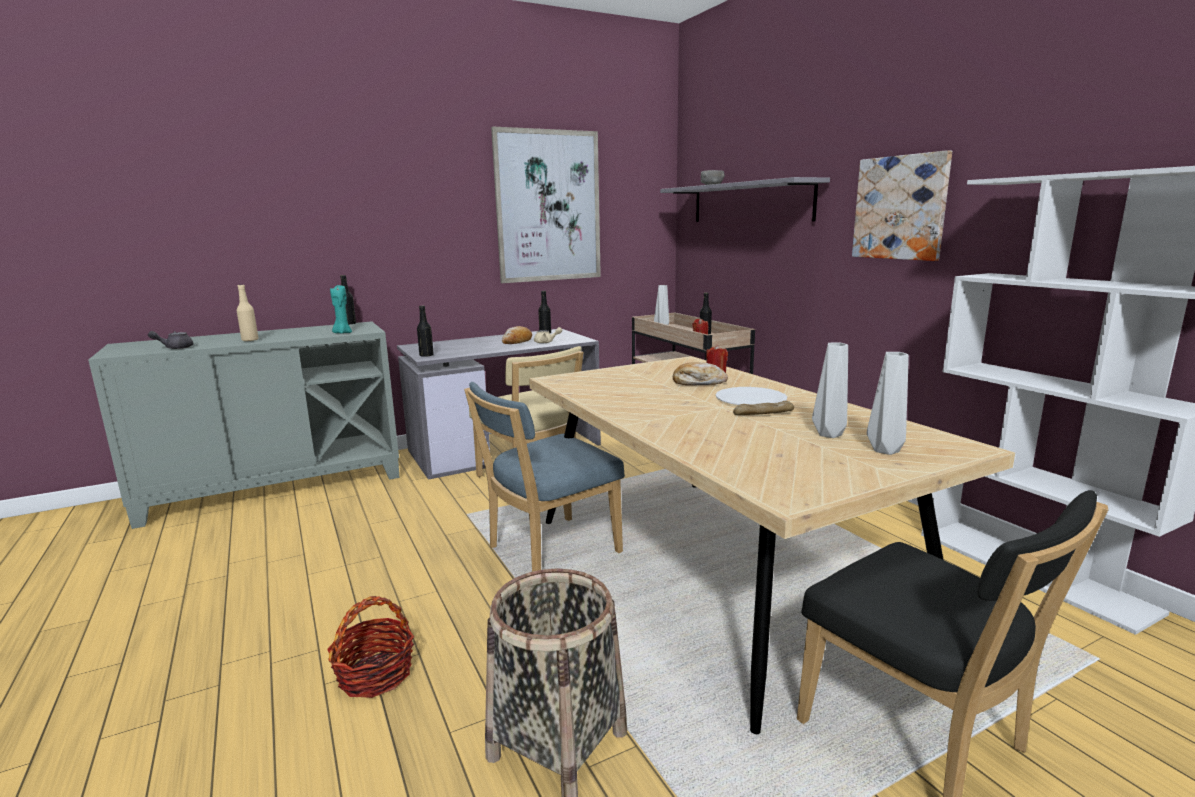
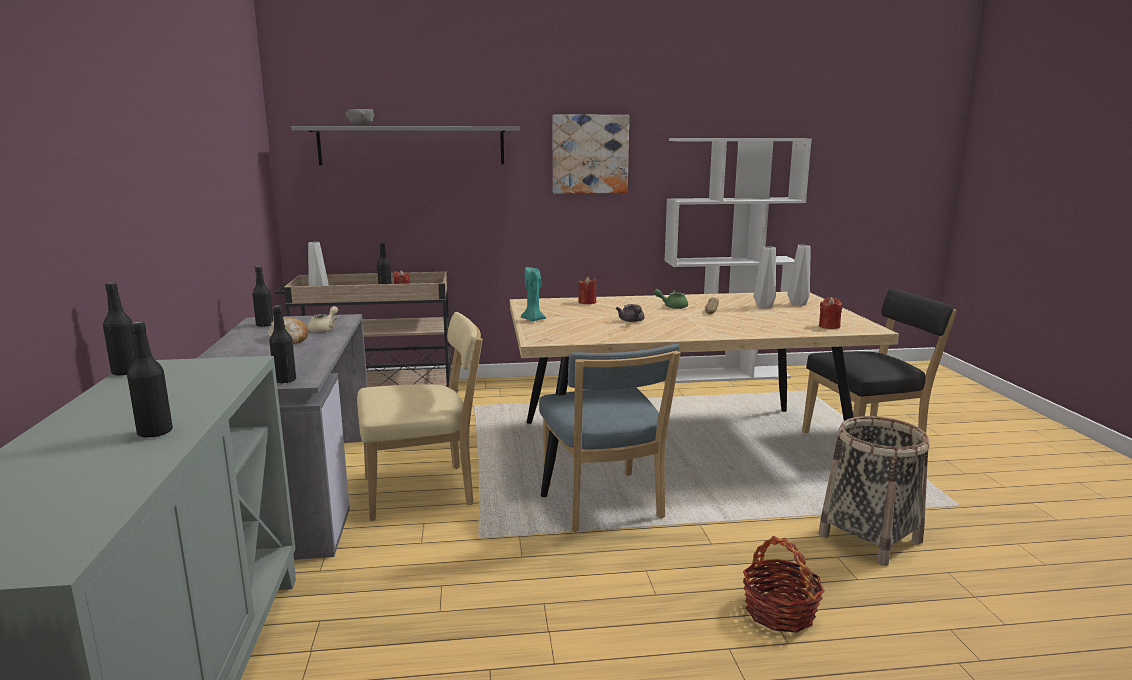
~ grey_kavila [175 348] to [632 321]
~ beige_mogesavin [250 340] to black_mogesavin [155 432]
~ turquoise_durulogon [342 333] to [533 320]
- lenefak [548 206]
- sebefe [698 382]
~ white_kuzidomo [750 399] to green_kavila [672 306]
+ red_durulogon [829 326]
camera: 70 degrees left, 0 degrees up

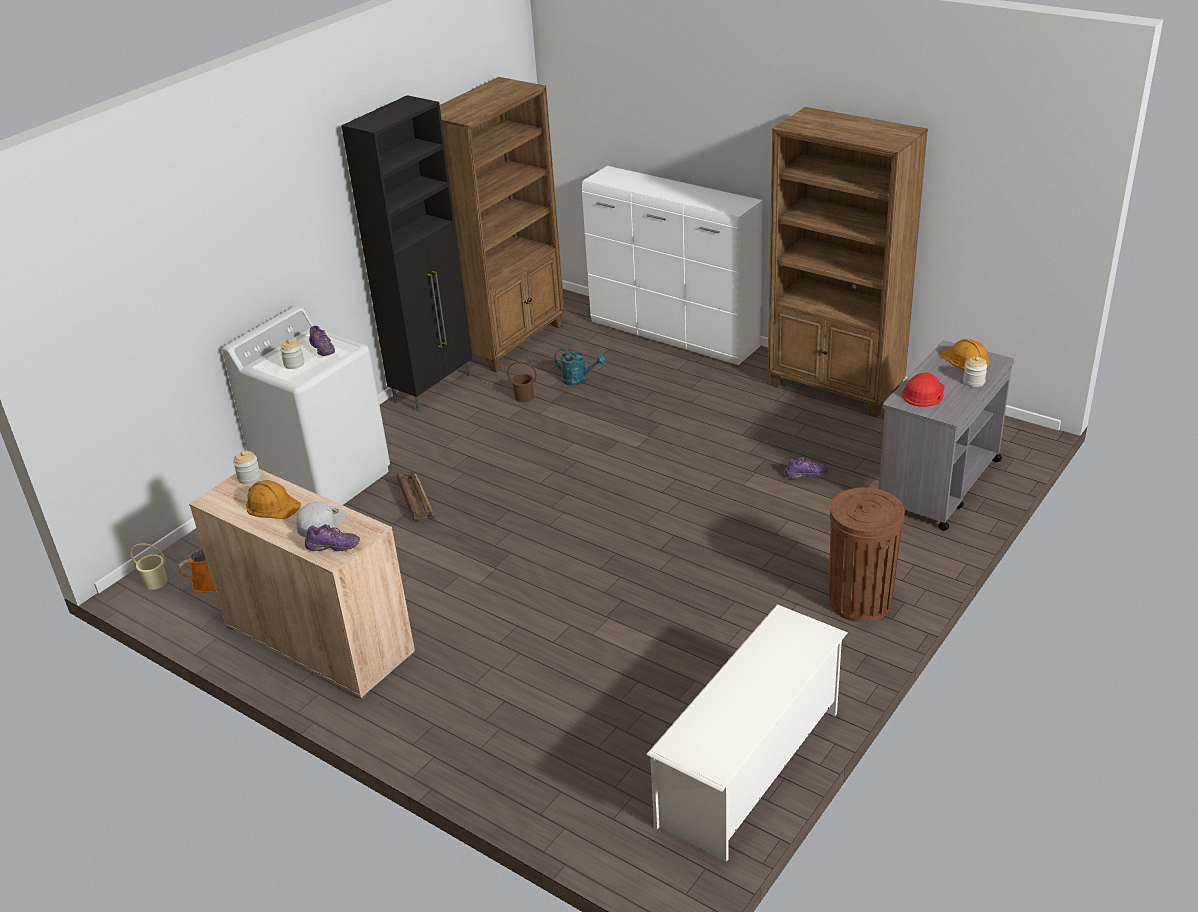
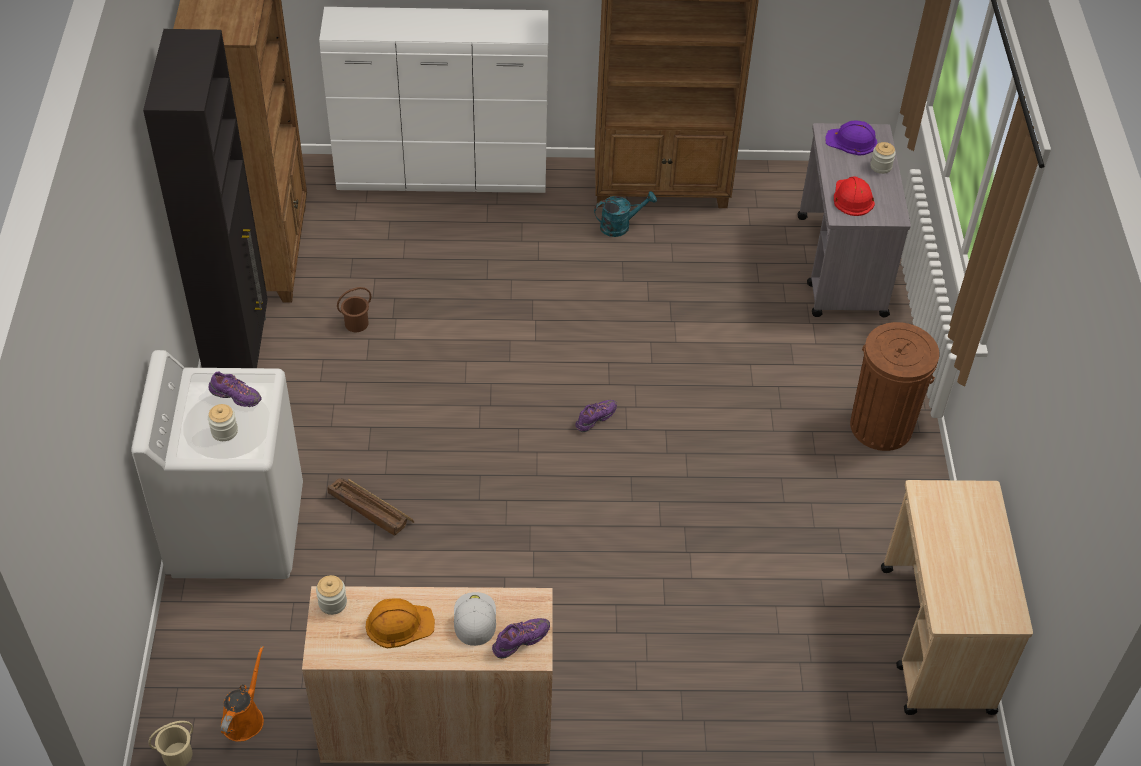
~ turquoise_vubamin [579 380] to [620 226]
~ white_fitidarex [750 768] to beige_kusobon [936 640]
~ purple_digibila [806 474] to [595 419]
~ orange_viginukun [965 359] to purple_viginukun [851 141]
camera: 40 degrees left, 15 degrees up

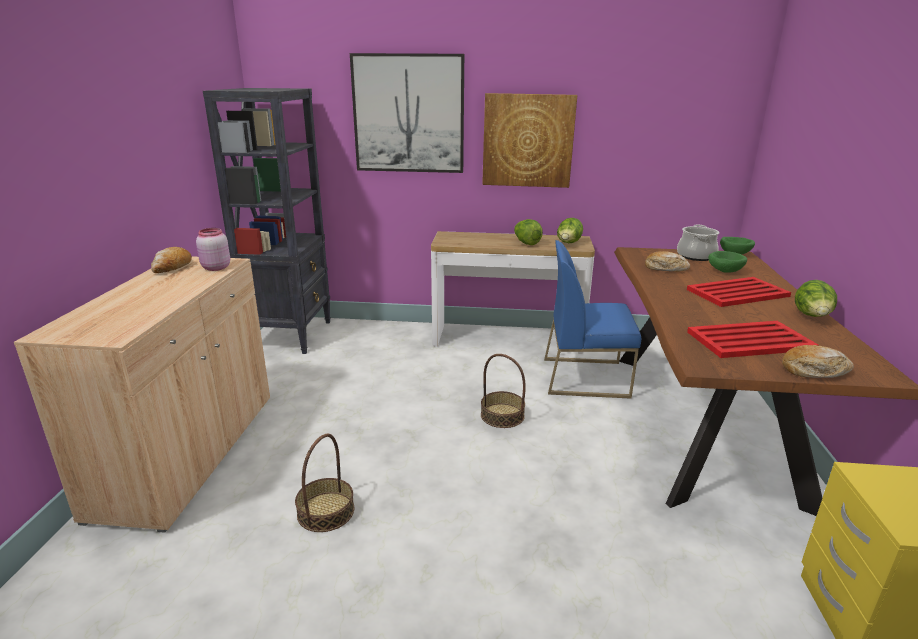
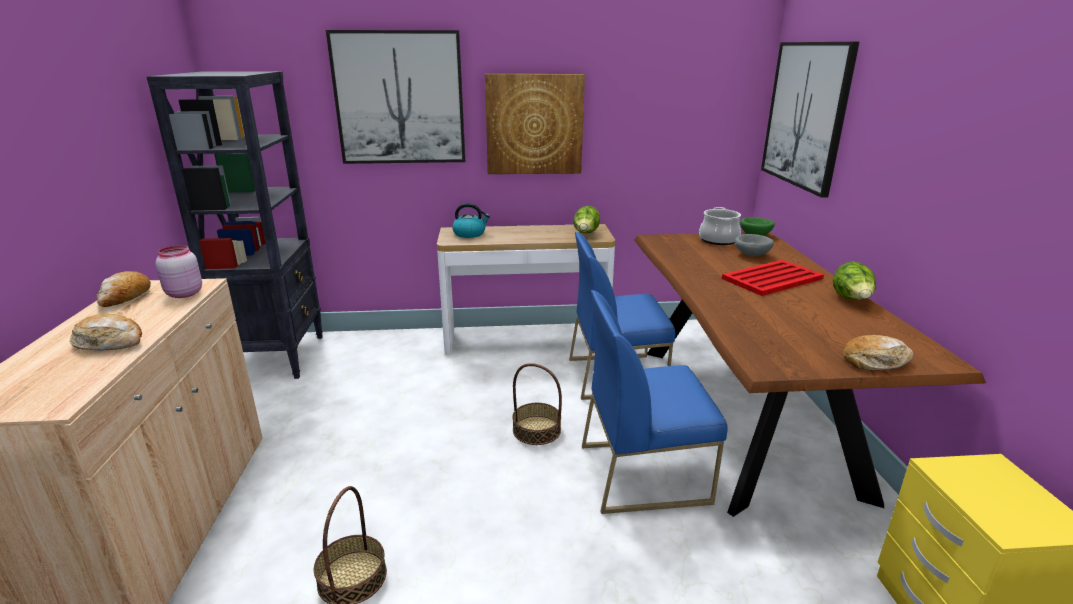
- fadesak [526 243]
~ sebefe [665 268] to [110 343]
- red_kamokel [751 340]
~ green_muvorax [724 271] to grey_muvorax [751 255]
+ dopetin [470 234]
+ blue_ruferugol [644 472]
+ lenefak [806 115]
camera: 10 degrees left, 0 degrees up

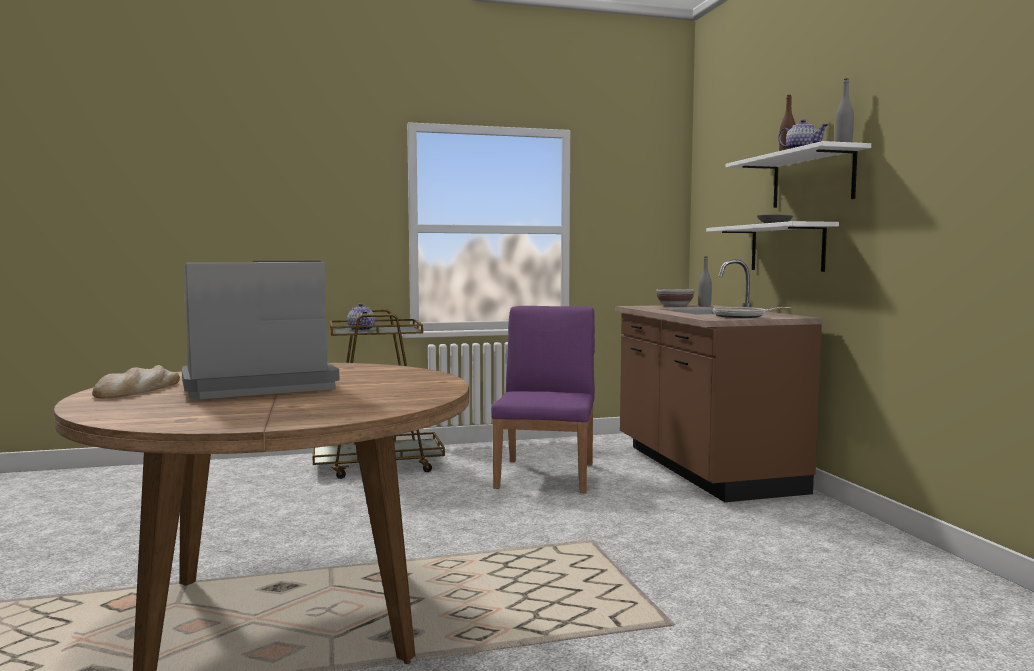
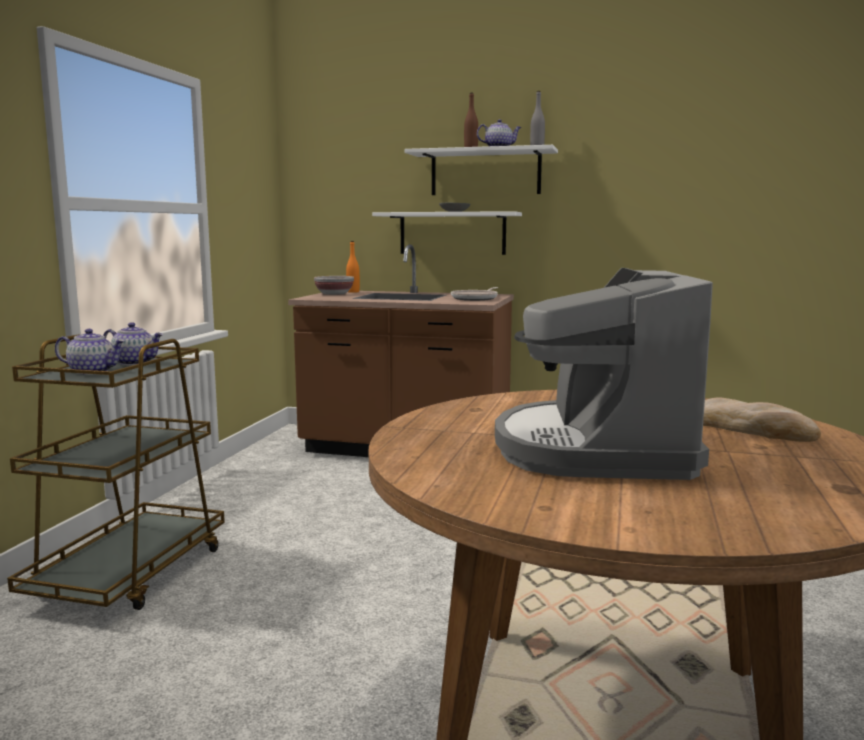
~ sebefe [138 390] to [751 429]
- purple_ruferugol [546 475]
~ grey_mogesavin [704 306] to orange_mogesavin [353 292]
+ kavila [135 363]
camera: 60 degrees left, 5 degrees up

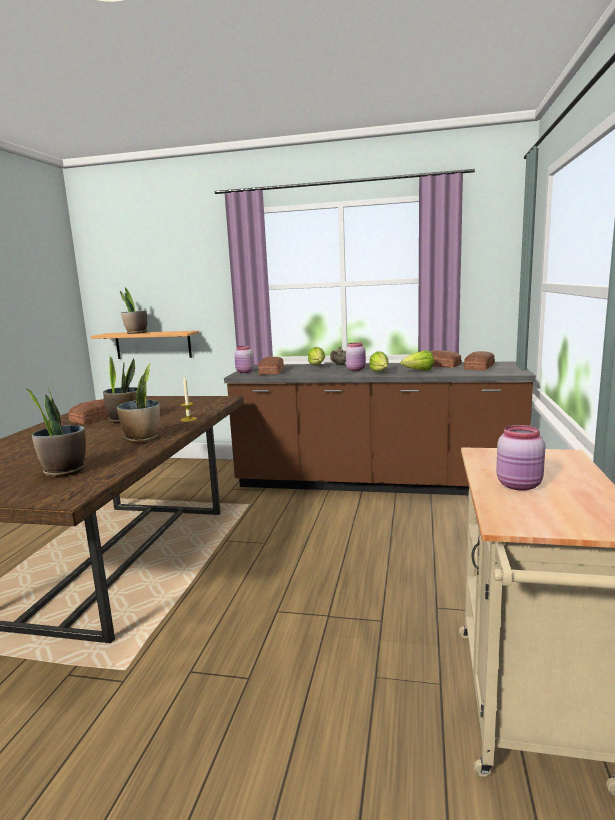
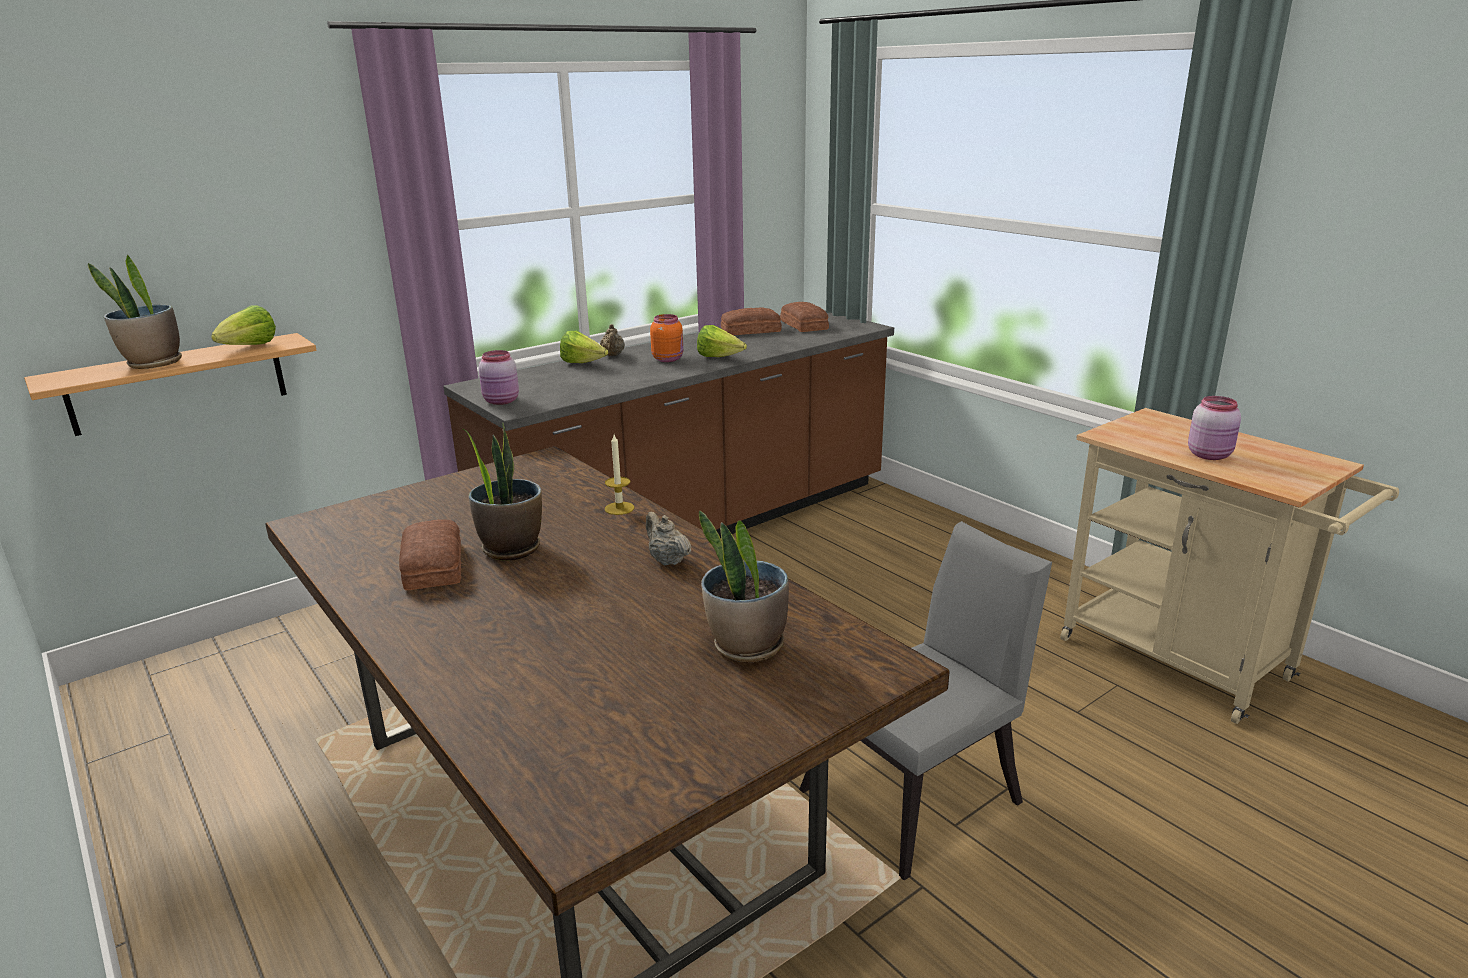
~ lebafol [142 438] to beige_kavila [667 560]
- sebefe [270 371]
~ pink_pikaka [356 369] to orange_pikaka [668 359]
~ fadesak [418 371] to [249 347]
+ grey_ruferugol [922 792]
camera: 50 degrees left, 10 degrees up

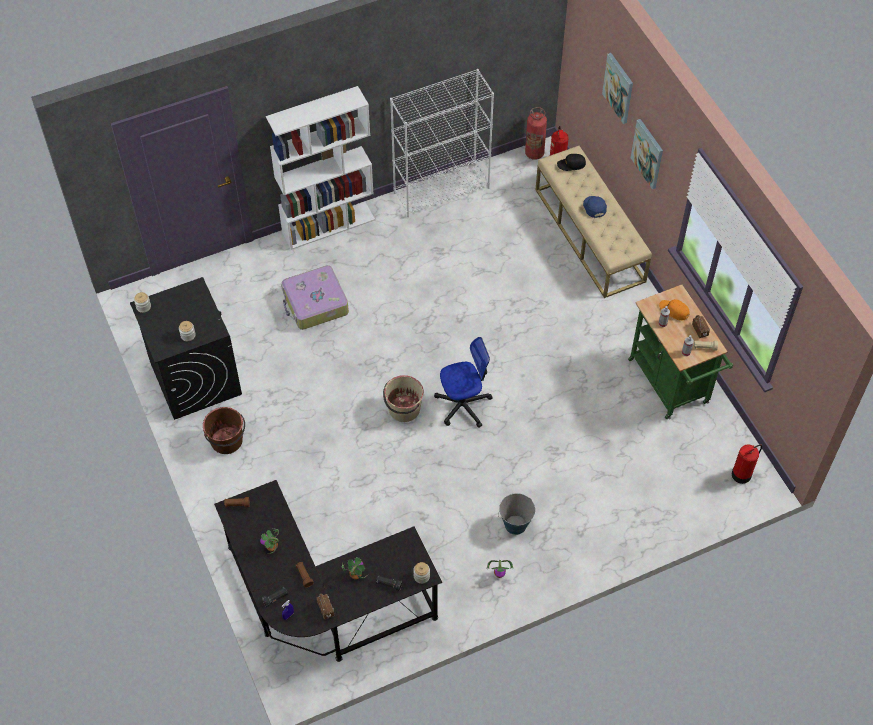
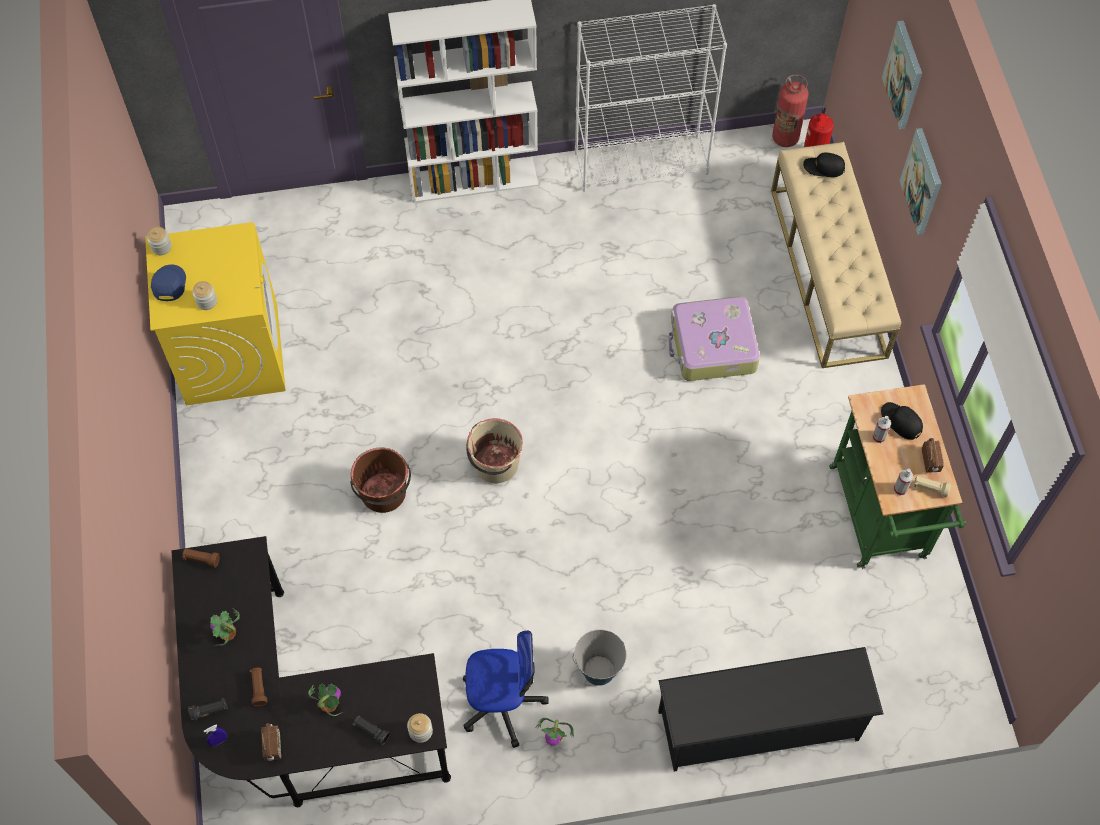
~ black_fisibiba [195 377] to yellow_fisibiba [231 352]
~ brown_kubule [227 441] to [384 493]
~ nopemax [315 304] to [712 347]
~ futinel [463 405] to [502 703]
~ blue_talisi [594 207] to [169 284]
~ orange_talisi [674 311] to black_talisi [901 422]
- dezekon [741 475]
+ black_fitidarex [759 725]
camera: 15 degrees right, 5 degrees up

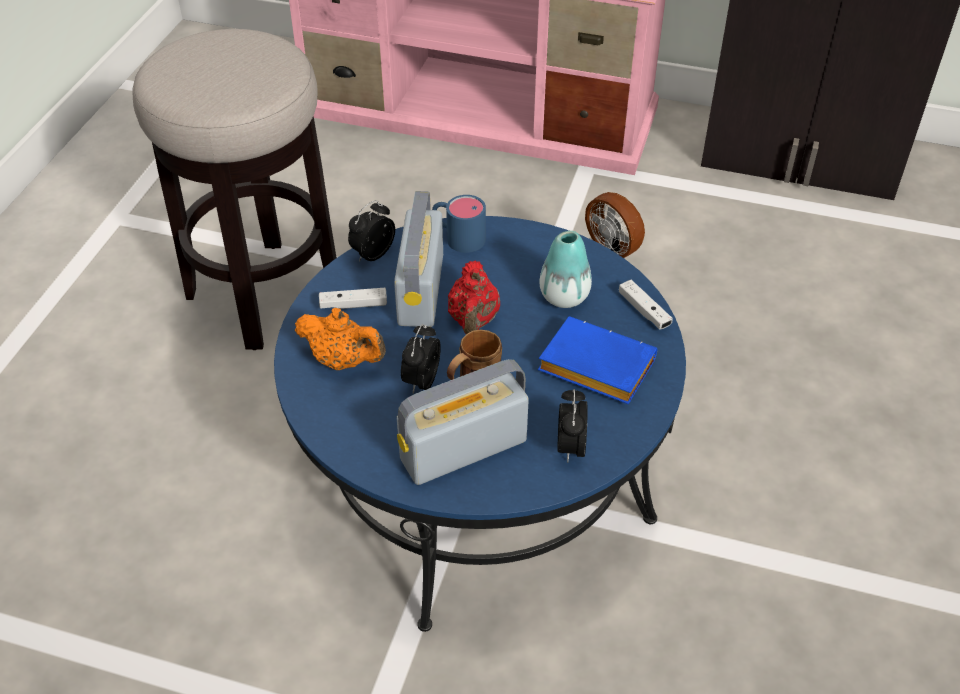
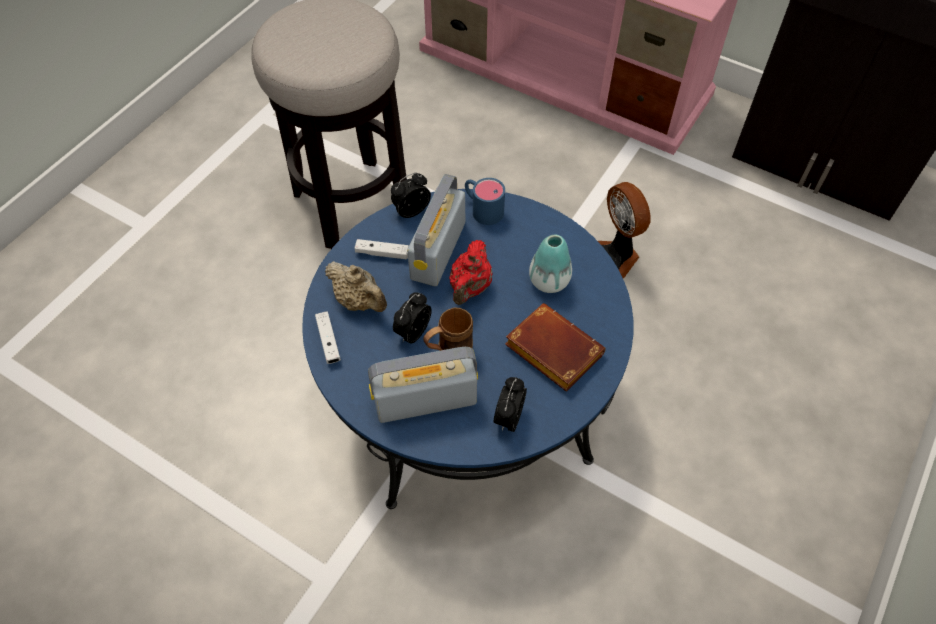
~ orange_kavila [343 361] to beige_kavila [359 301]
~ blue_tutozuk [592 368] to brown_tutozuk [550 351]
~ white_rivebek [644 311] to [328 341]
camera: 15 degrees right, 10 degrees up

